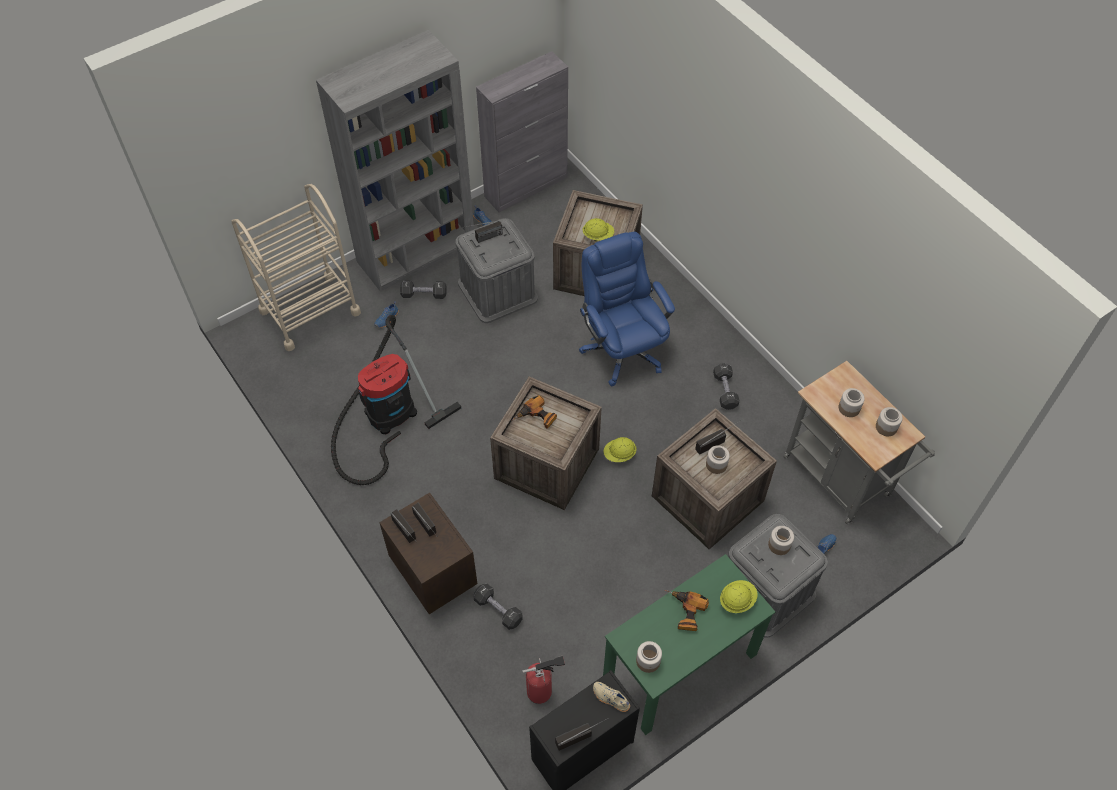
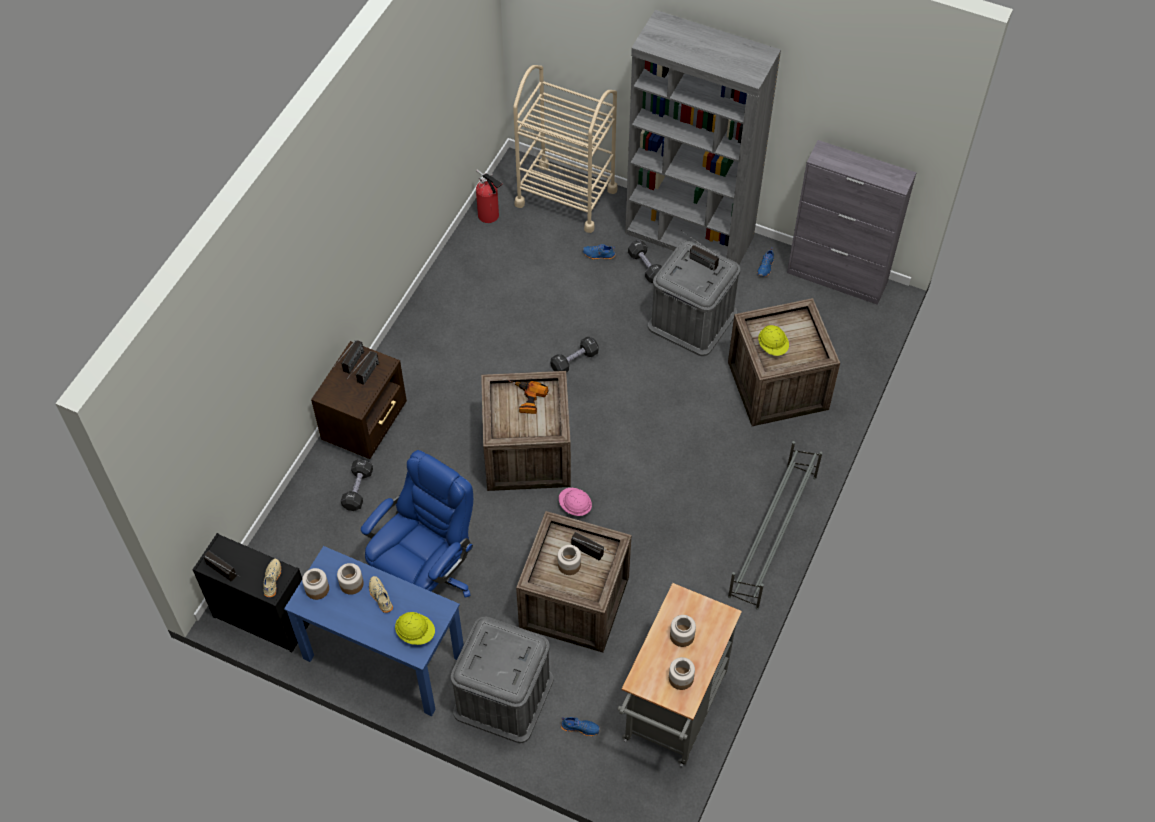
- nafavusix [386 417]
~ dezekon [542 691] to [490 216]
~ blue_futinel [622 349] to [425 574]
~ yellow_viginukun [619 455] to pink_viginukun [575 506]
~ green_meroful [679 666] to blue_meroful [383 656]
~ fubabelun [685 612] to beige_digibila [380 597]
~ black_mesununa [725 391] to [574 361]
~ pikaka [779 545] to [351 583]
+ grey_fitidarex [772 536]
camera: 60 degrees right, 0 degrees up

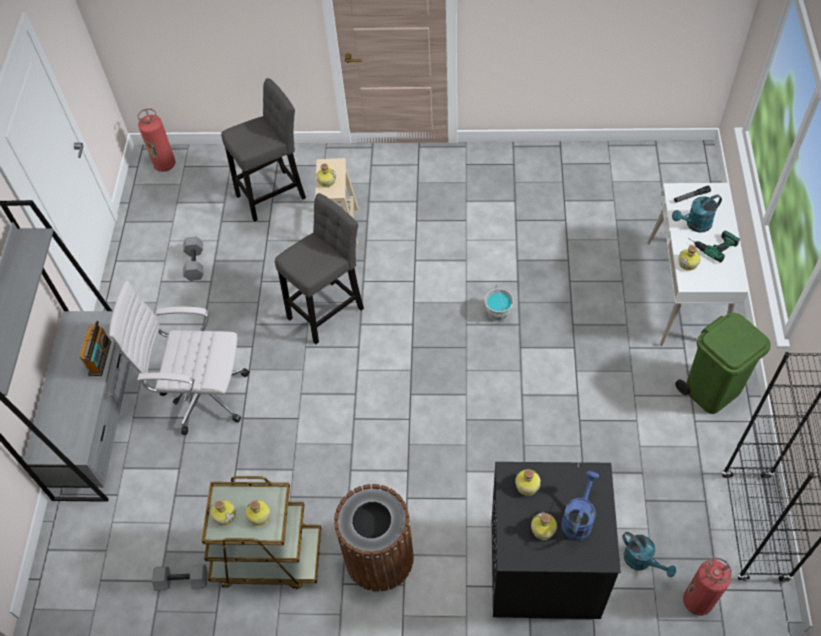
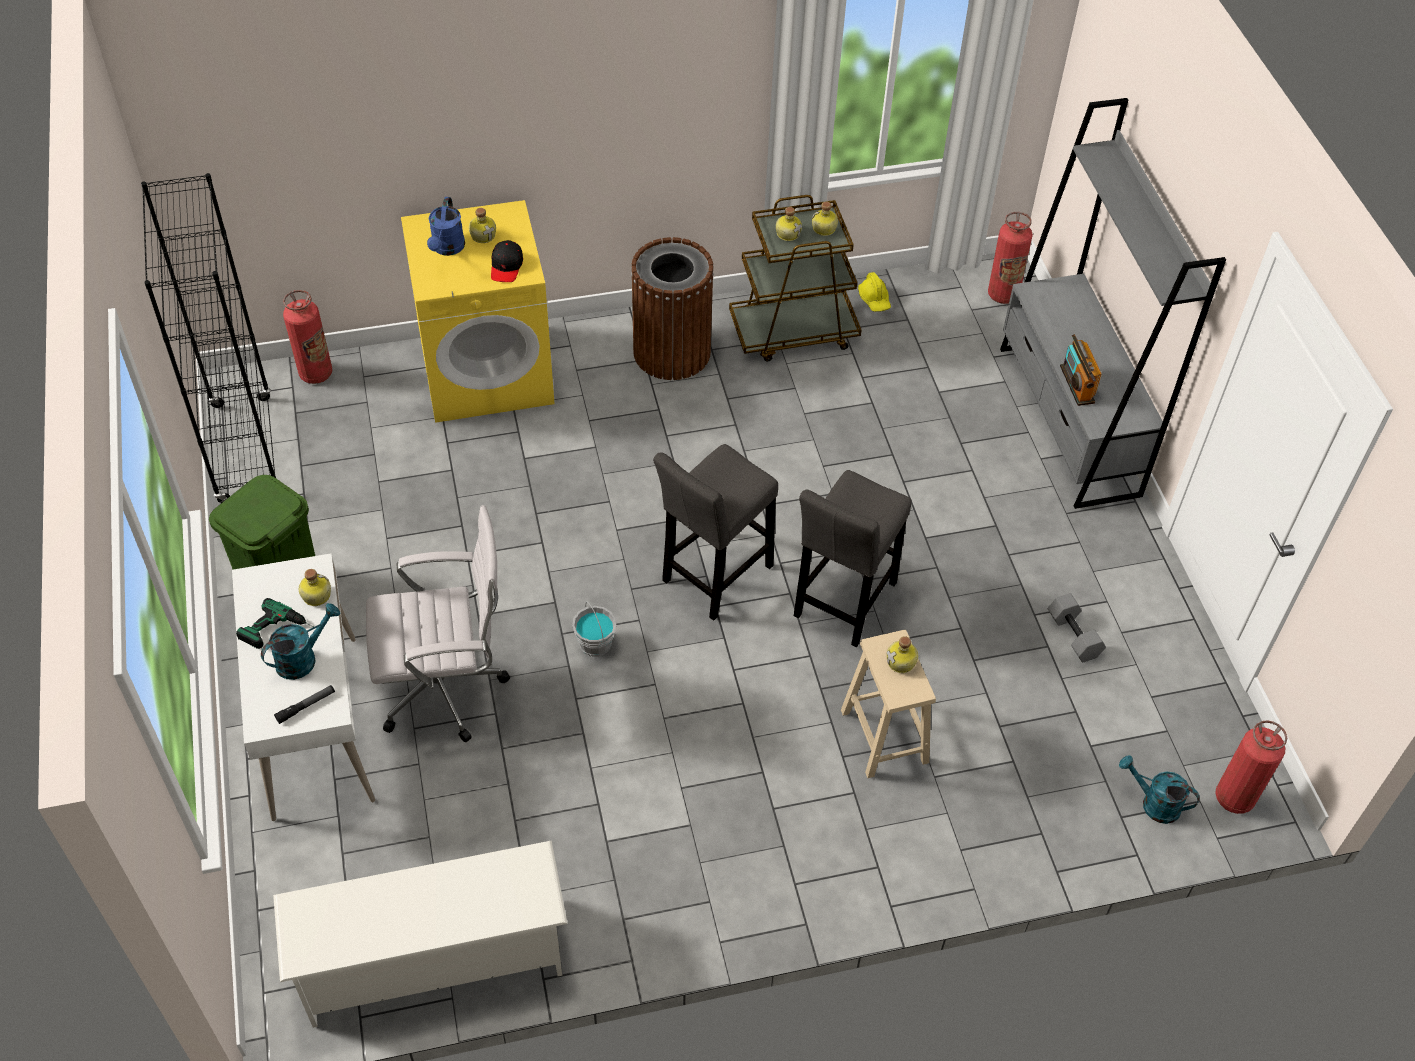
~ white_futinel [201 395] to [447 688]
~ grey_mesununa [182 581] to yellow_viginukun [874 299]
~ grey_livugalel [274 194] to [714 577]
~ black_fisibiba [543 569] to yellow_fisibiba [488 372]
~ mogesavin [526 486] to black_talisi [506 266]
~ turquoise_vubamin [642 561] to [1153 803]
+ white_fitidarex [432 961]
+ dezekon [1003 294]
camera: 160 degrees right, 5 degrees down

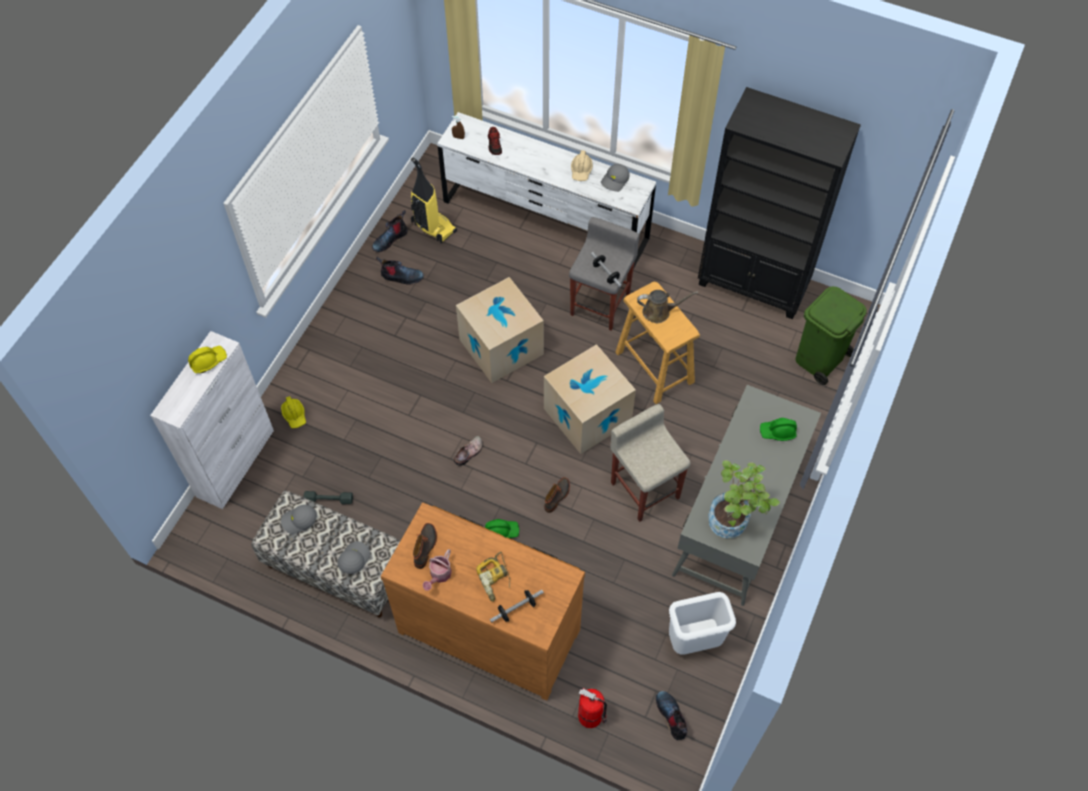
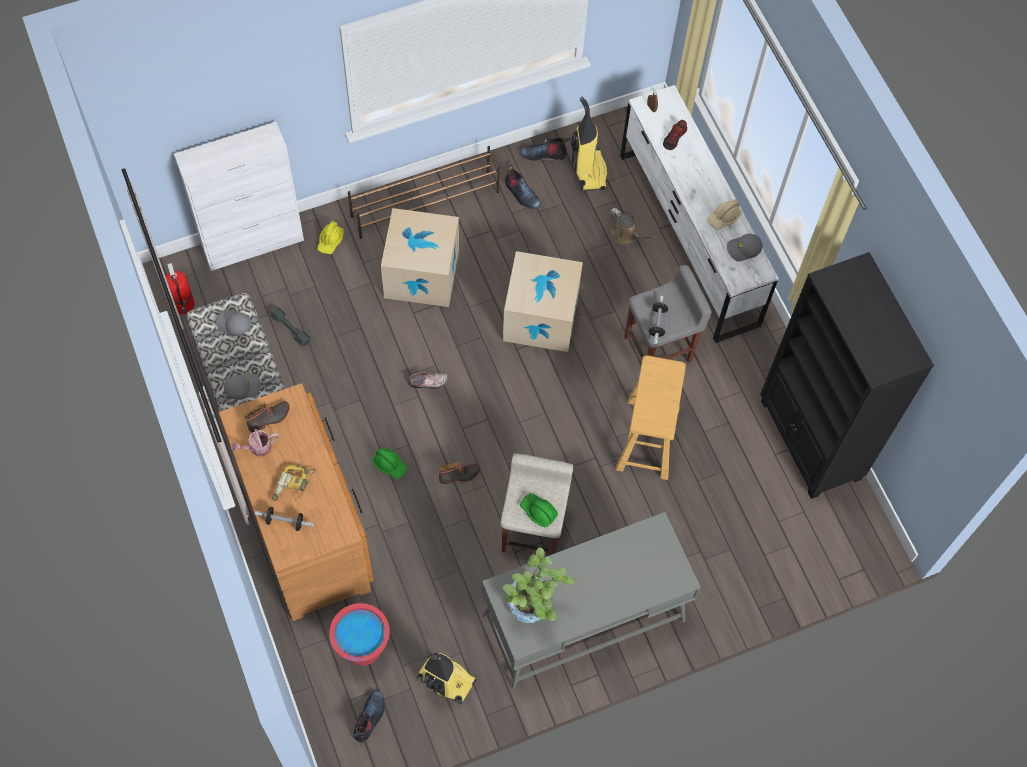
- yellow_viginukun [208 361]
~ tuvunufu [587 415] to [421 274]
~ dezekon [591 716] to [184 305]
~ brown_vubamin [659 312] to [626 234]
~ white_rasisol [694 642] to nafavusix [445 680]
~ green_viginukun [778 432] to [538 511]
- green_rasisol [819 359]
+ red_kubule [363 648]
+ brown_fitidarex [426 204]
camera: 40 degrees right, 5 degrees up

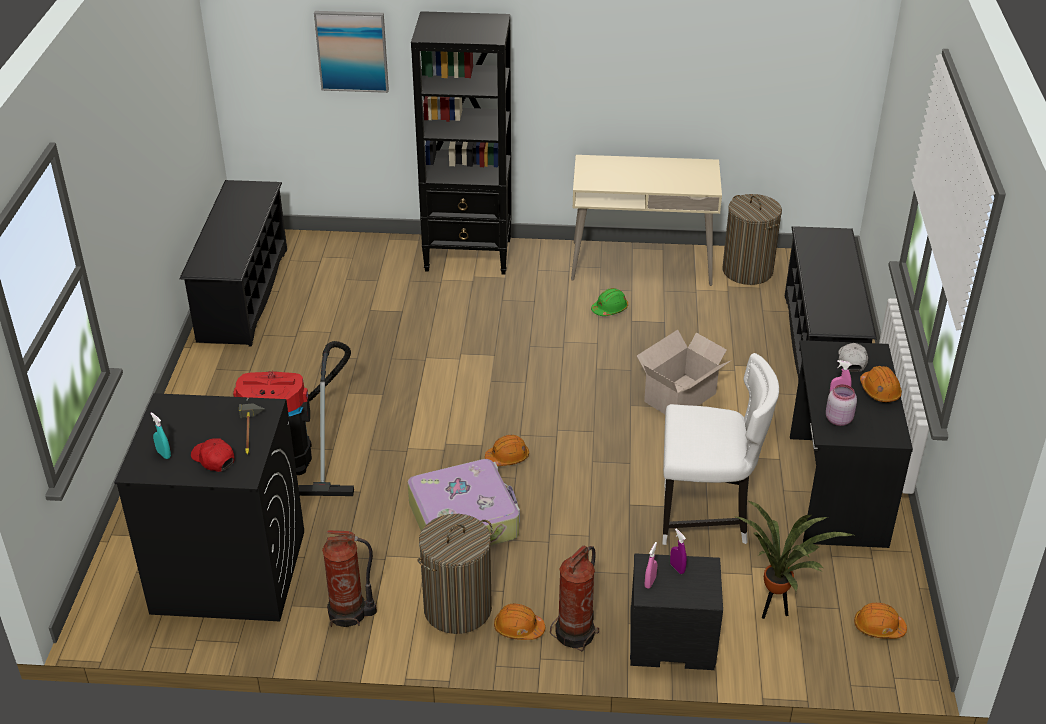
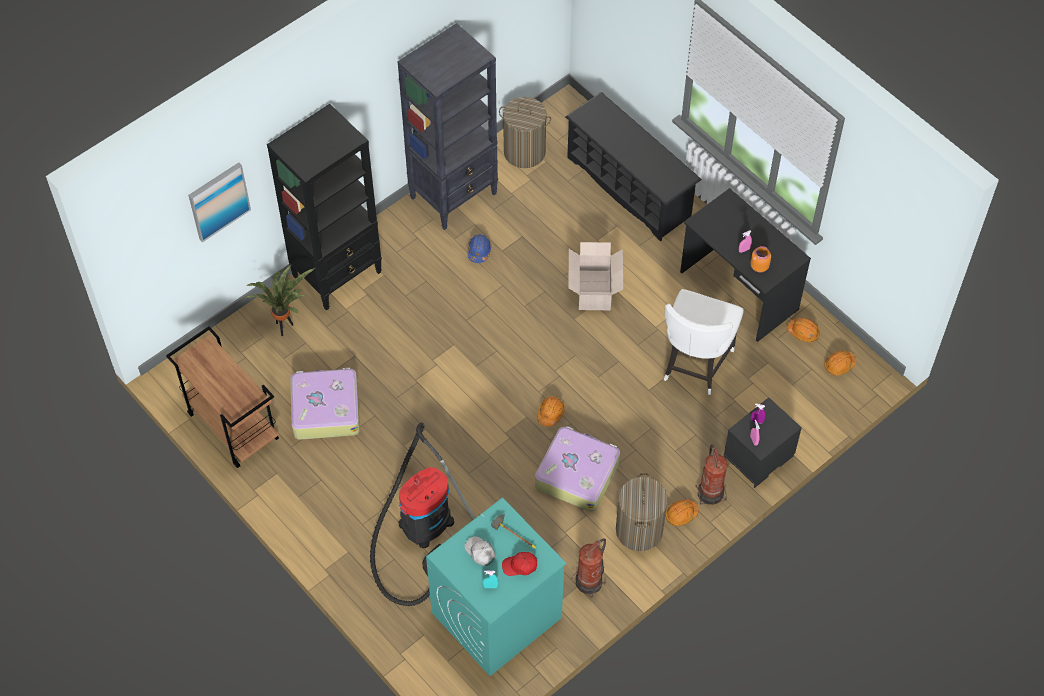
~ black_fisibiba [227 572] to turquoise_fisibiba [496 616]
~ black_fitidarex [243 294] to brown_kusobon [232 426]
~ beige_meroful [641 263] to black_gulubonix [454 195]
~ green_viginukun [610 309] to blue_viginukun [479 251]
~ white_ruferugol [706 517] = [695 365] 150 degrees clockwise
~ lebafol [774 612] to [285 328]
~ pink_pikaka [838 419] to orange_pikaka [759 266]
~ white_talisi [851 361] to [480 552]
~ orange_viginukun [879 391] to [803 332]
+ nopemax [325 409]
camera: 45 degrees left, 20 degrees up

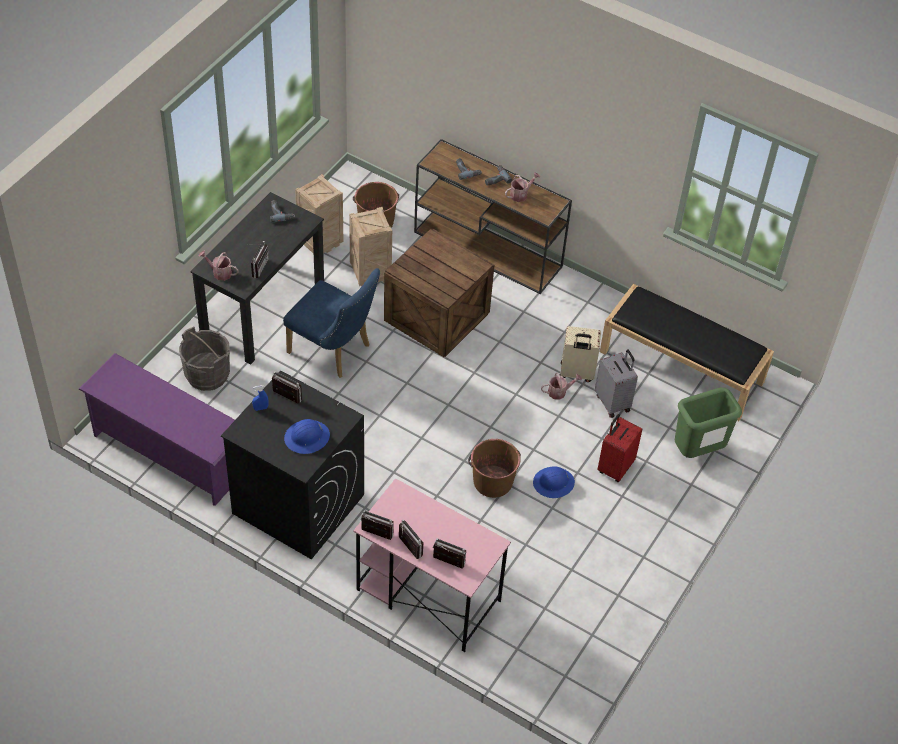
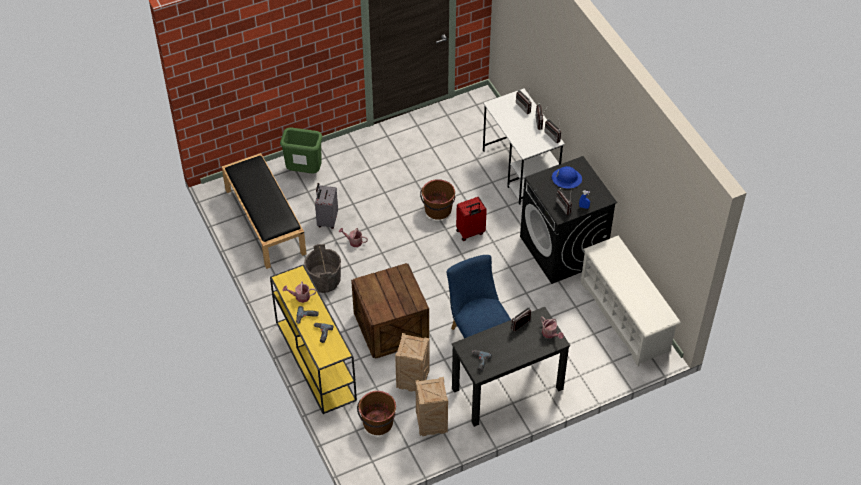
~ purple_fitidarex [170 452] to white_fitidarex [625 317]
~ grey_kubule [207 374] to [324 280]
~ pink_meroful [427 594] to white_meroful [520 170]
~ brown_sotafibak [489 249] to yellow_sotafibak [314 360]
- blue_viginukun [553 483]
- beige_nopemax [576 373]
~ red_nopemax [615 467] to [470 232]
camera: 145 degrees left, 0 degrees up

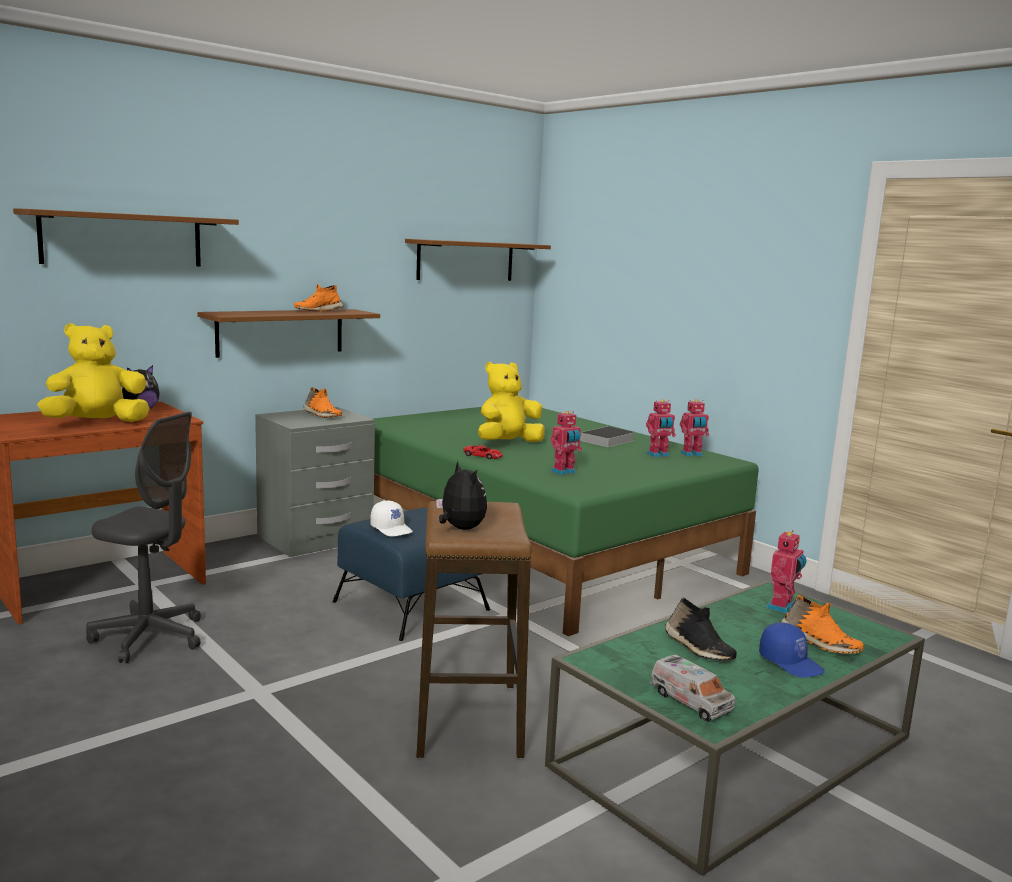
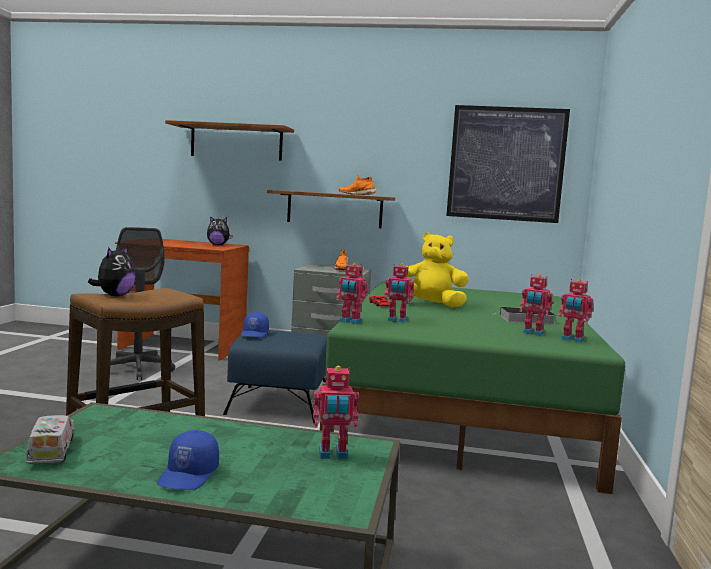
- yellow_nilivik [97 423]
~ white_talisi [392 529] to blue_talisi [255 334]
~ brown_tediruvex [466 260] to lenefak [506 164]
~ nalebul [691 701] = [51 451] 150 degrees clockwise
- black_digibila [697 648]
- orange_digibila [819 643]
+ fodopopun [350 321]
camera: 50 degrees right, 5 degrees down

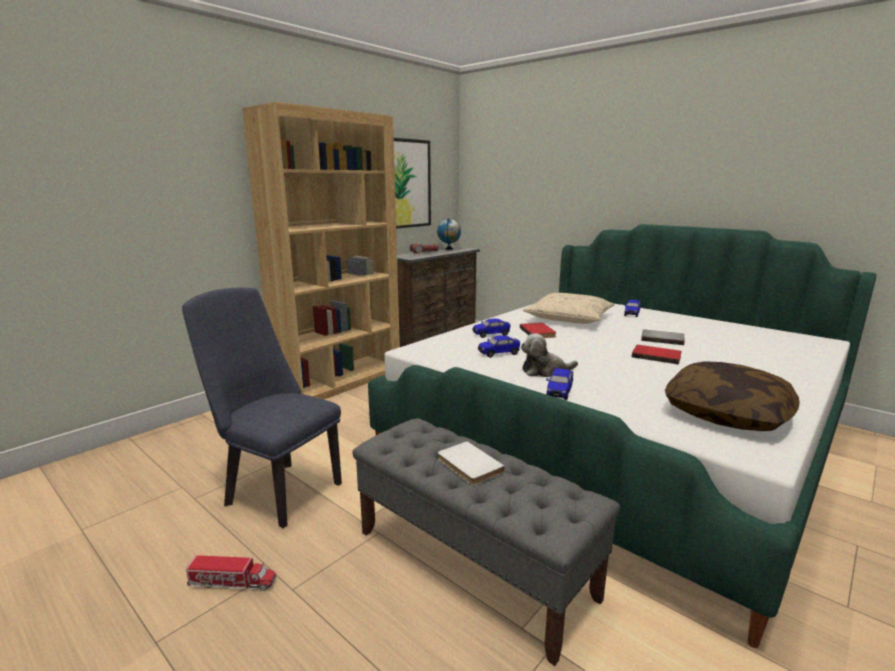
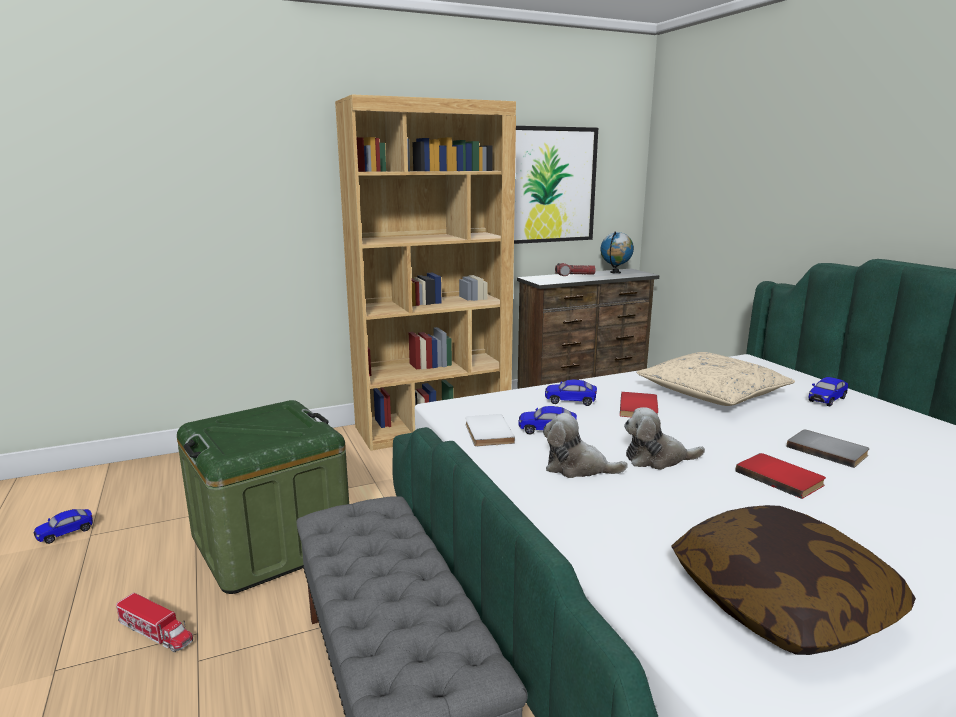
~ blue_ruferugol [277 490] to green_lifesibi [271 543]
~ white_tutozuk [468 466] to [486 433]
~ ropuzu [559 392] to [65 533]
+ nilivik [657 459]
camera: 25 degrees right, 0 degrees up

